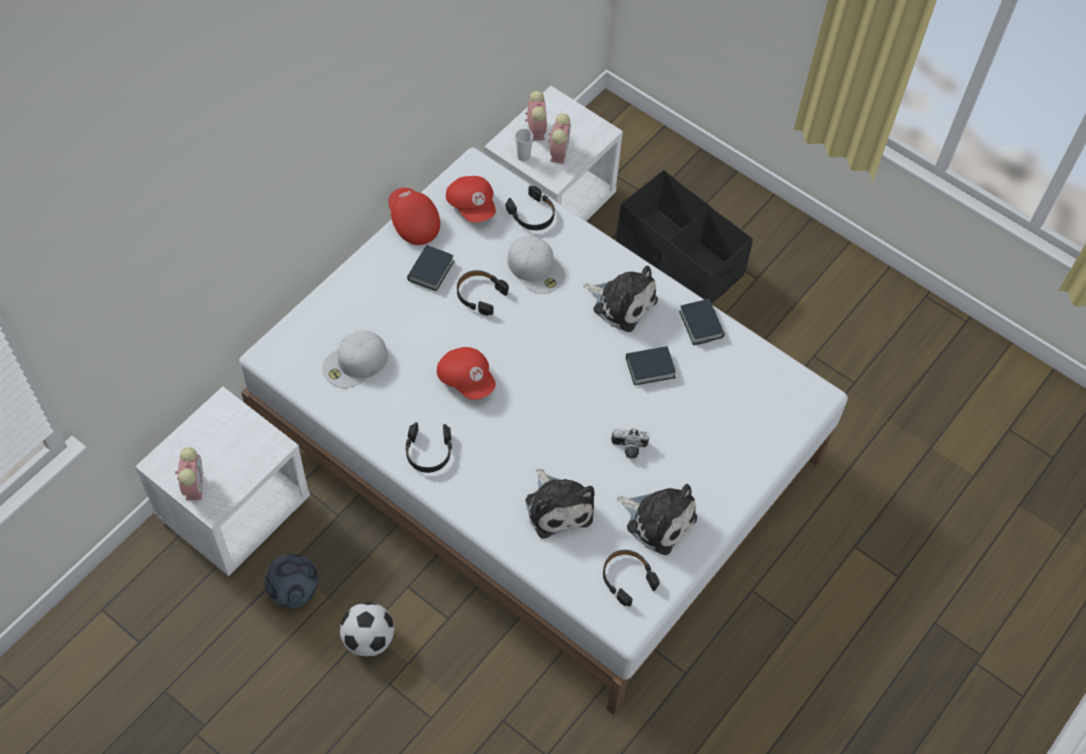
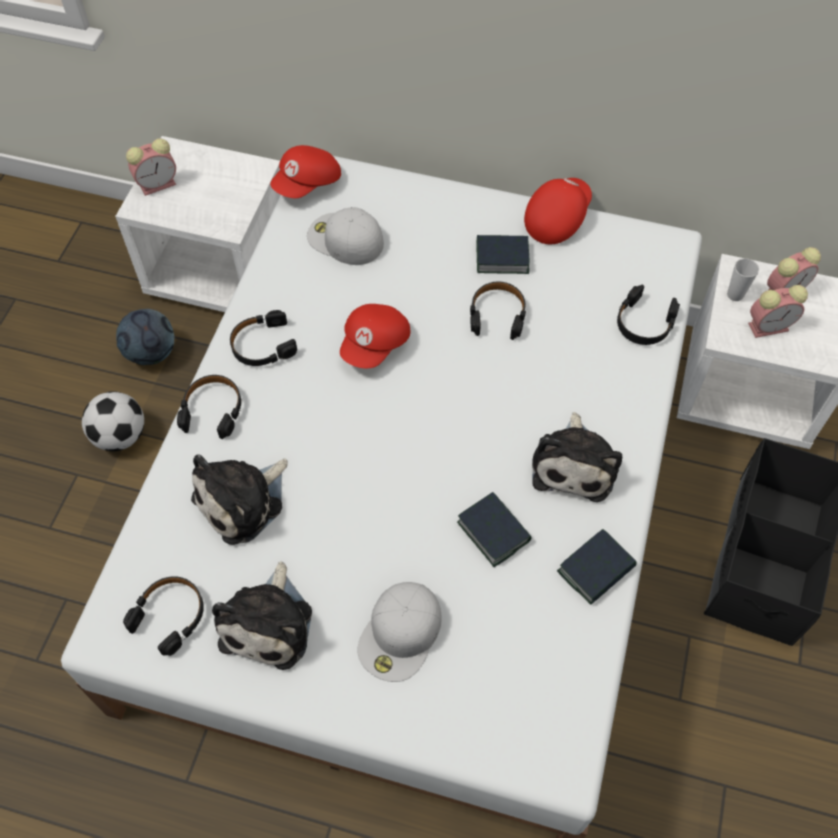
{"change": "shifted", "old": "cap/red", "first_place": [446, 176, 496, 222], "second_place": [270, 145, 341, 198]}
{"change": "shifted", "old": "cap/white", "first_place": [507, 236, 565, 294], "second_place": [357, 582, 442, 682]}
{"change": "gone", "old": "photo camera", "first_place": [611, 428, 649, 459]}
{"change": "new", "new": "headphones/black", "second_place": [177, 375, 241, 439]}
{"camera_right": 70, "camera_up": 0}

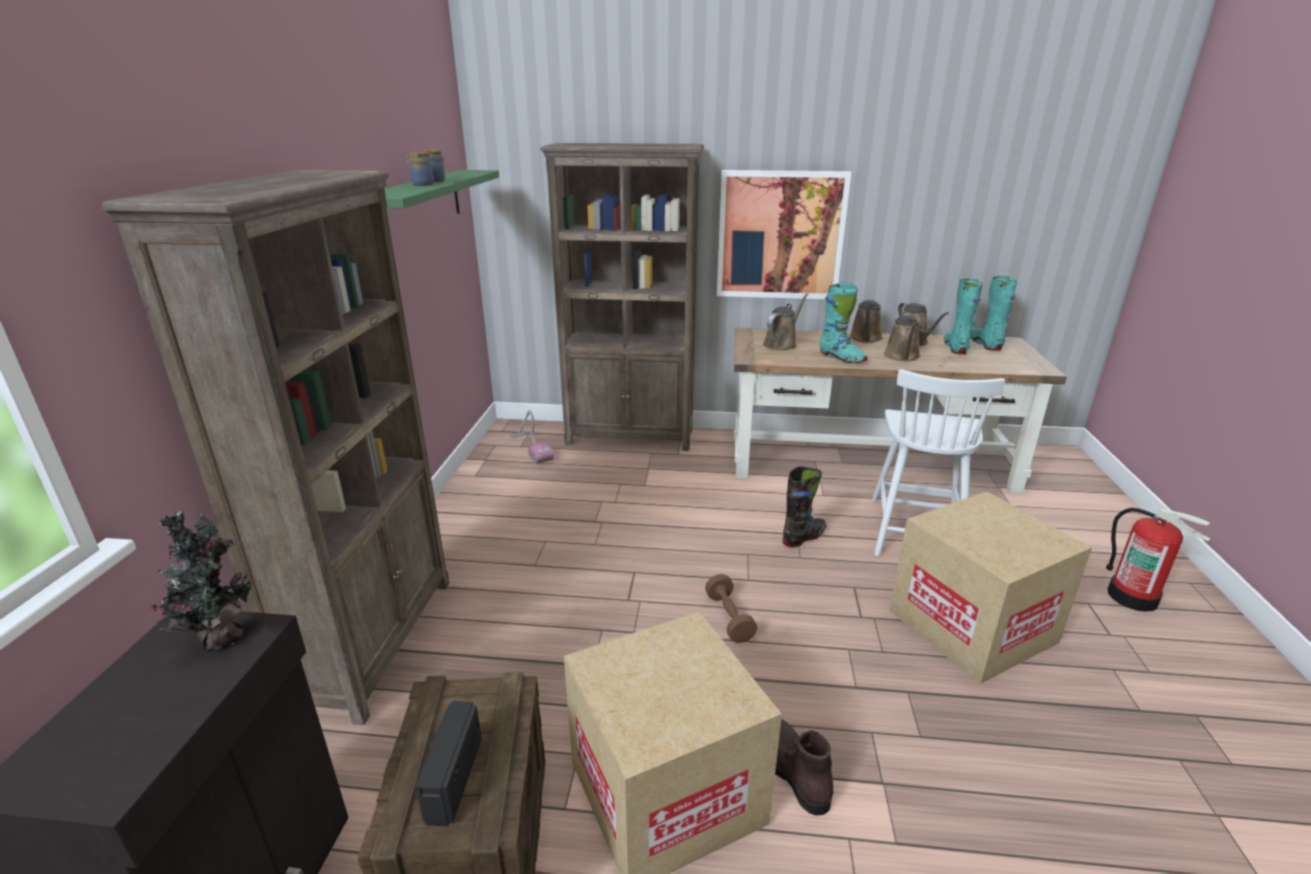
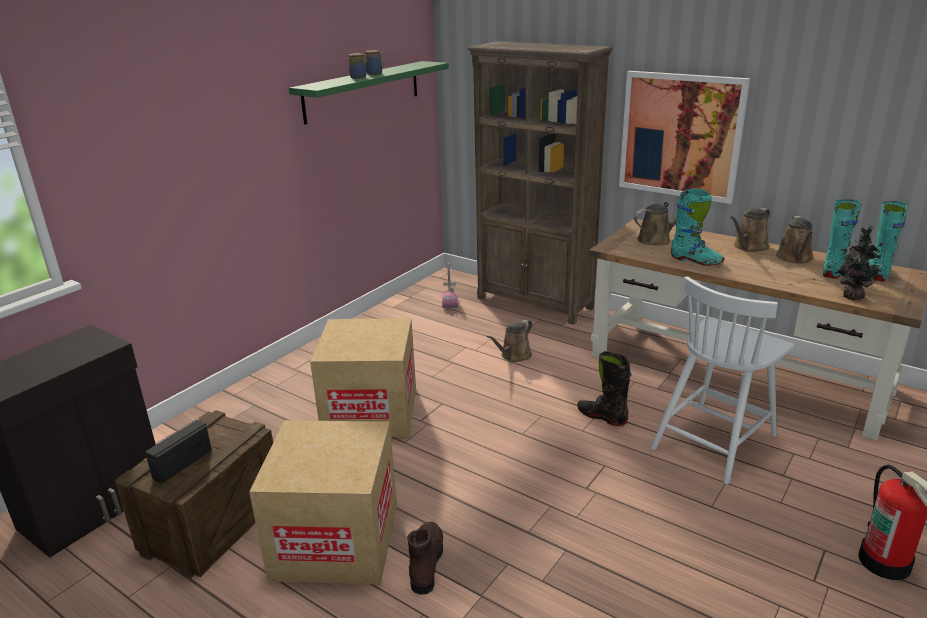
{"change": "gone", "old": "bookcase/brown", "first_place": [102, 170, 449, 725]}
{"change": "rotated", "old": "boot/turquoise", "first_place": [820, 283, 867, 363], "second_place": [671, 189, 725, 266], "degrees": -45}
{"change": "shifted", "old": "watering can/brown", "first_place": [884, 314, 921, 361], "second_place": [487, 319, 532, 362]}
{"change": "rotated", "old": "boot/black", "first_place": [783, 466, 826, 547], "second_place": [577, 351, 632, 426], "degrees": -135}
{"change": "shifted", "old": "cardboard box", "first_place": [889, 491, 1092, 684], "second_place": [310, 318, 416, 437]}
{"change": "shifted", "old": "potted plant", "first_place": [151, 510, 253, 651], "second_place": [834, 226, 883, 300]}
{"change": "gone", "old": "dumbbell/brown", "first_place": [705, 574, 757, 643]}
{"camera_right": 30, "camera_up": 0}

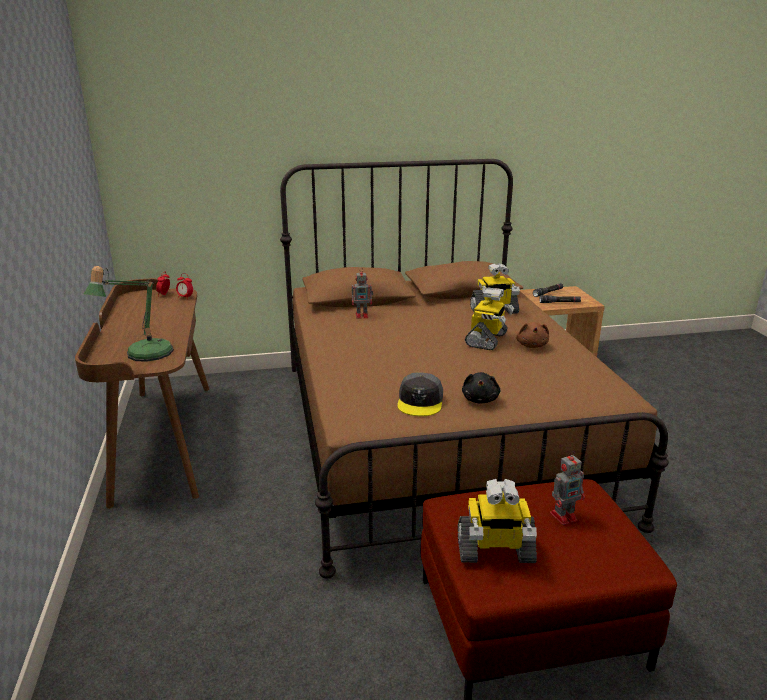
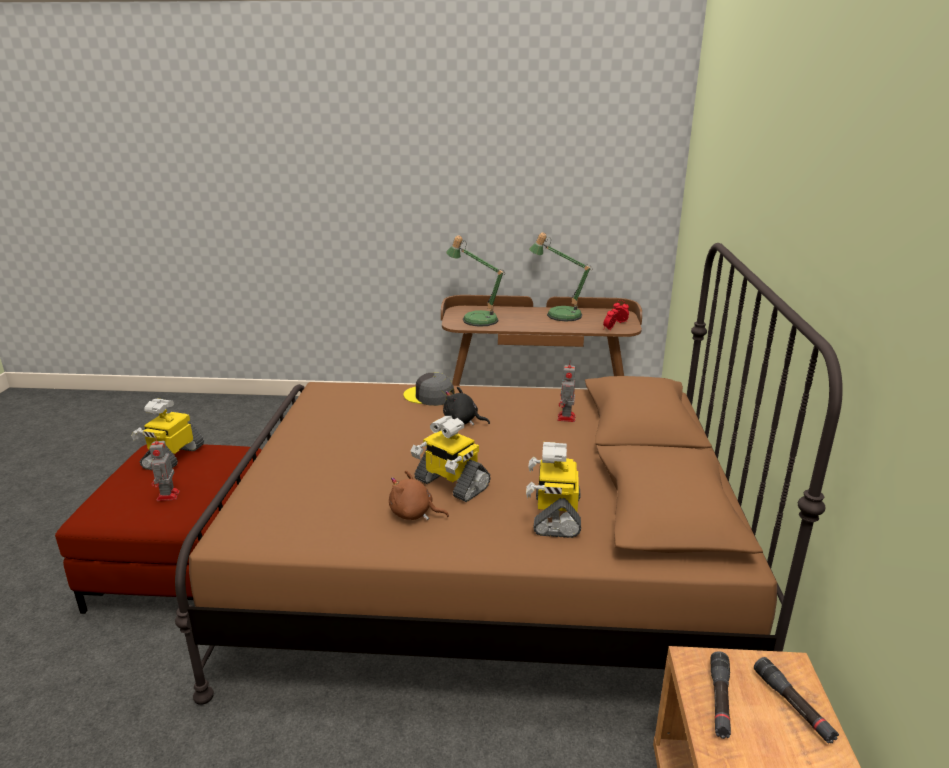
{"change": "shifted", "old": "plush toy/black", "first_place": [462, 372, 500, 404], "second_place": [443, 387, 490, 426]}
{"change": "shifted", "old": "cap/grey", "first_place": [397, 373, 443, 416], "second_place": [404, 373, 455, 406]}
{"change": "new", "new": "table lamp", "second_place": [529, 232, 590, 322]}
{"camera_right": 105, "camera_up": 0}

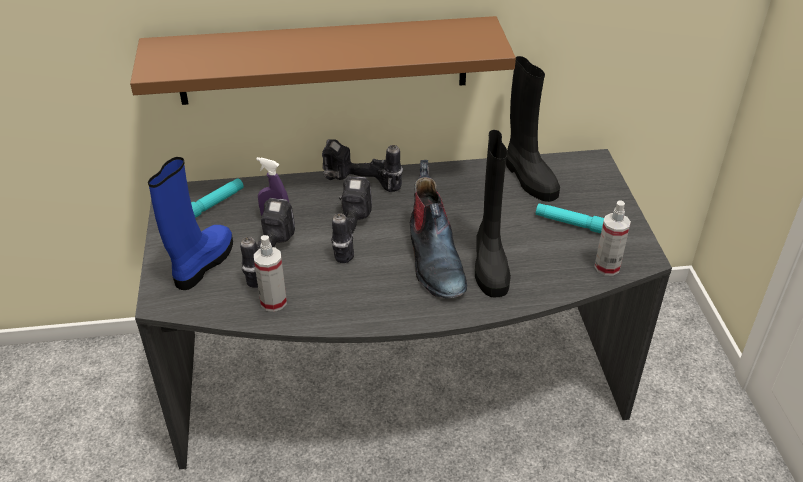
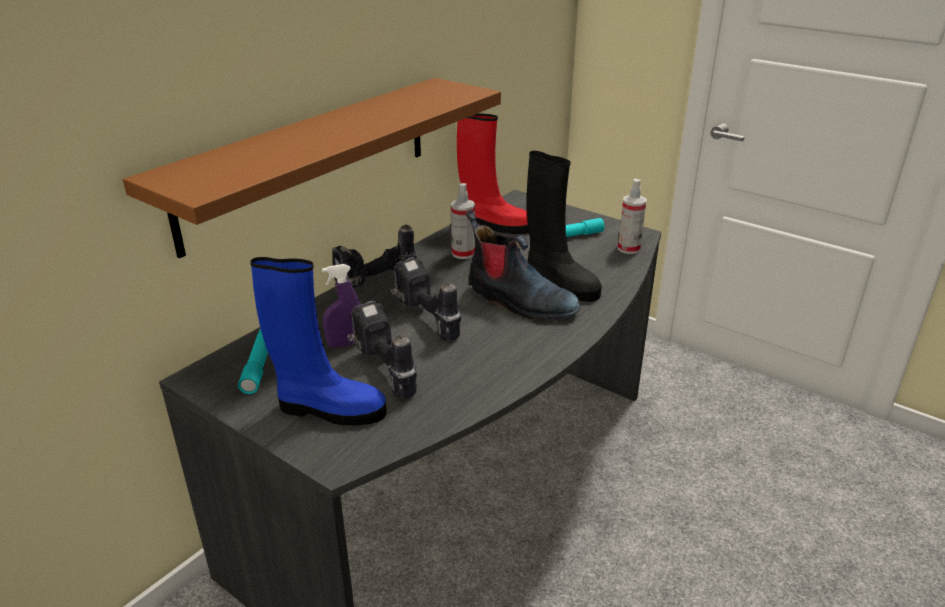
{"change": "repainted", "old": "boot/black", "new": "boot/red", "first_place": [506, 56, 560, 202], "second_place": [457, 114, 529, 234]}
{"change": "rotated", "old": "boot/blue", "first_place": [148, 157, 233, 290], "second_place": [250, 257, 387, 426], "degrees": 120}
{"change": "shifted", "old": "spray bottle", "first_place": [254, 235, 287, 312], "second_place": [451, 183, 475, 259]}
{"camera_right": -45, "camera_up": -10}

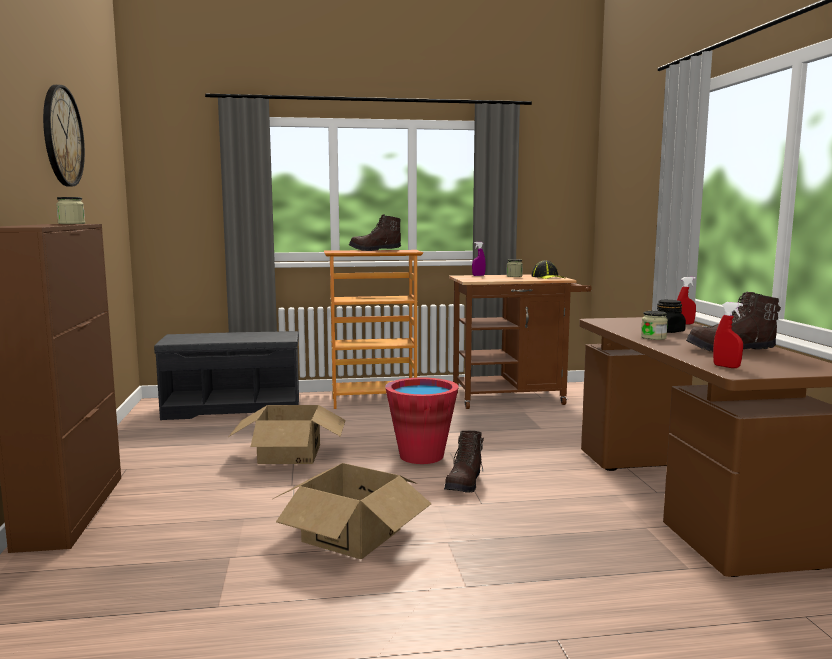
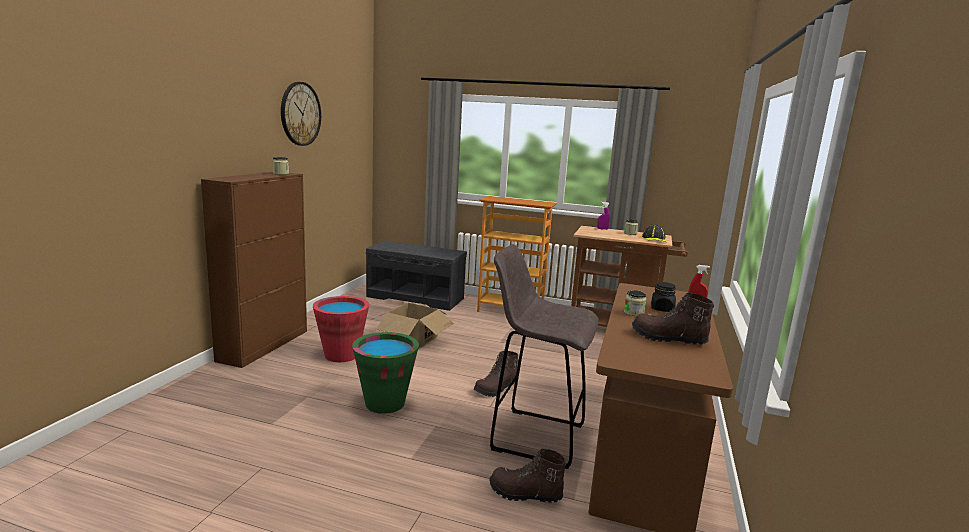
{"change": "shifted", "old": "boot/brown", "first_place": [349, 214, 401, 251], "second_place": [490, 448, 566, 503]}
{"change": "gone", "old": "spray bottle/red", "first_place": [713, 302, 743, 368]}
{"change": "shifted", "old": "bucket/red", "first_place": [385, 378, 459, 464], "second_place": [313, 296, 369, 362]}
{"change": "swapped", "old": "cardboard box", "new": "bucket/green", "first_place": [273, 463, 431, 559], "second_place": [352, 332, 419, 414]}
{"change": "new", "new": "stool/grey", "second_place": [490, 244, 599, 469]}
{"camera_right": 25, "camera_up": 5}

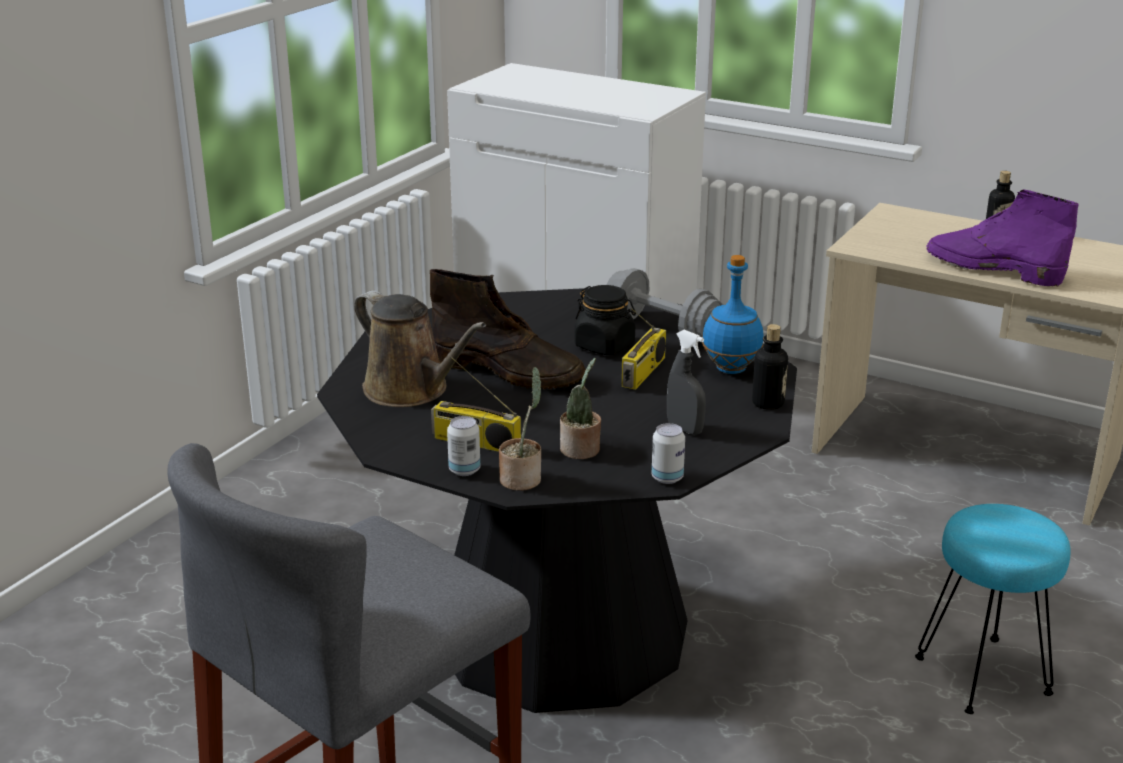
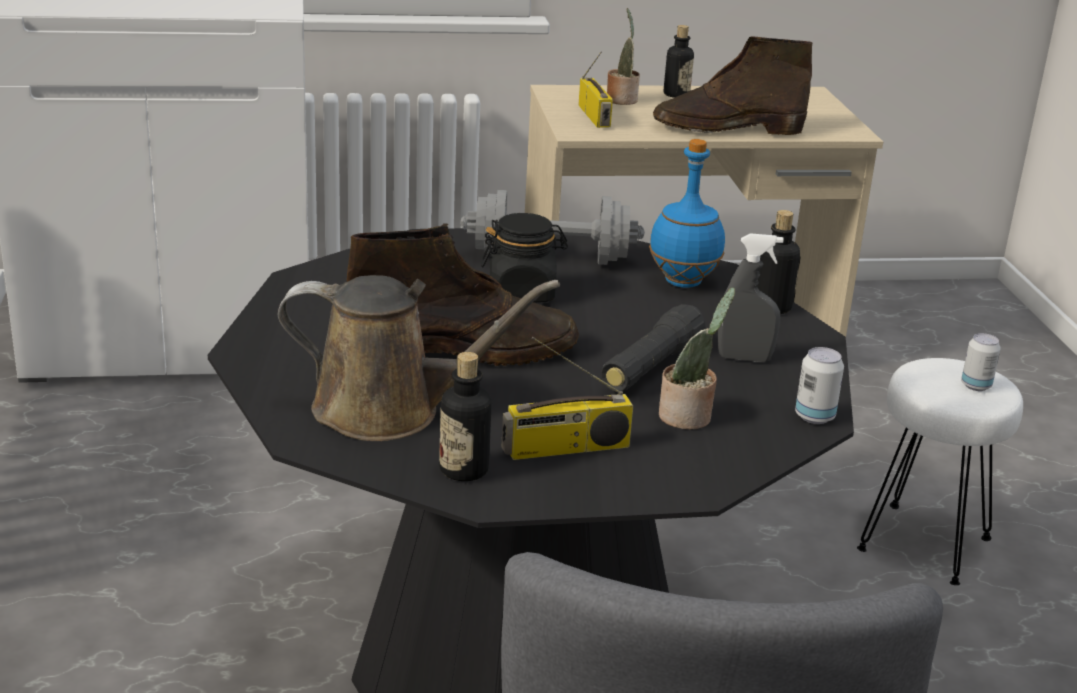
{"change": "repainted", "old": "boot/purple", "new": "boot/brown", "first_place": [926, 190, 1079, 287], "second_place": [653, 37, 812, 135]}
{"change": "shifted", "old": "radio", "first_place": [621, 307, 666, 390], "second_place": [578, 51, 613, 128]}
{"change": "shifted", "old": "potted plant", "first_place": [499, 367, 542, 491], "second_place": [607, 8, 640, 105]}
{"change": "shifted", "old": "can", "first_place": [447, 416, 480, 476], "second_place": [961, 333, 1001, 391]}
{"change": "repainted", "old": "stool/turquoise", "new": "stool/white", "first_place": [915, 504, 1070, 714], "second_place": [857, 358, 1023, 585]}
{"change": "new", "new": "flashlight/black", "second_place": [601, 304, 706, 392]}
{"change": "new", "new": "bottle", "second_place": [439, 352, 492, 481]}
{"camera_right": -40, "camera_up": 0}

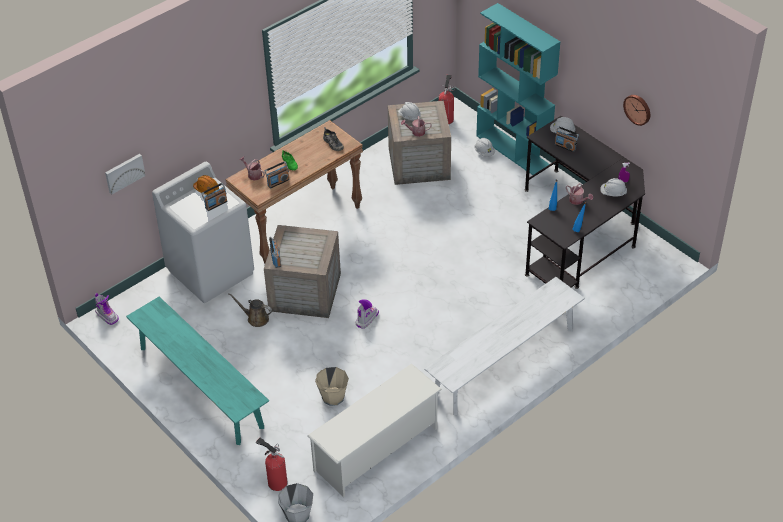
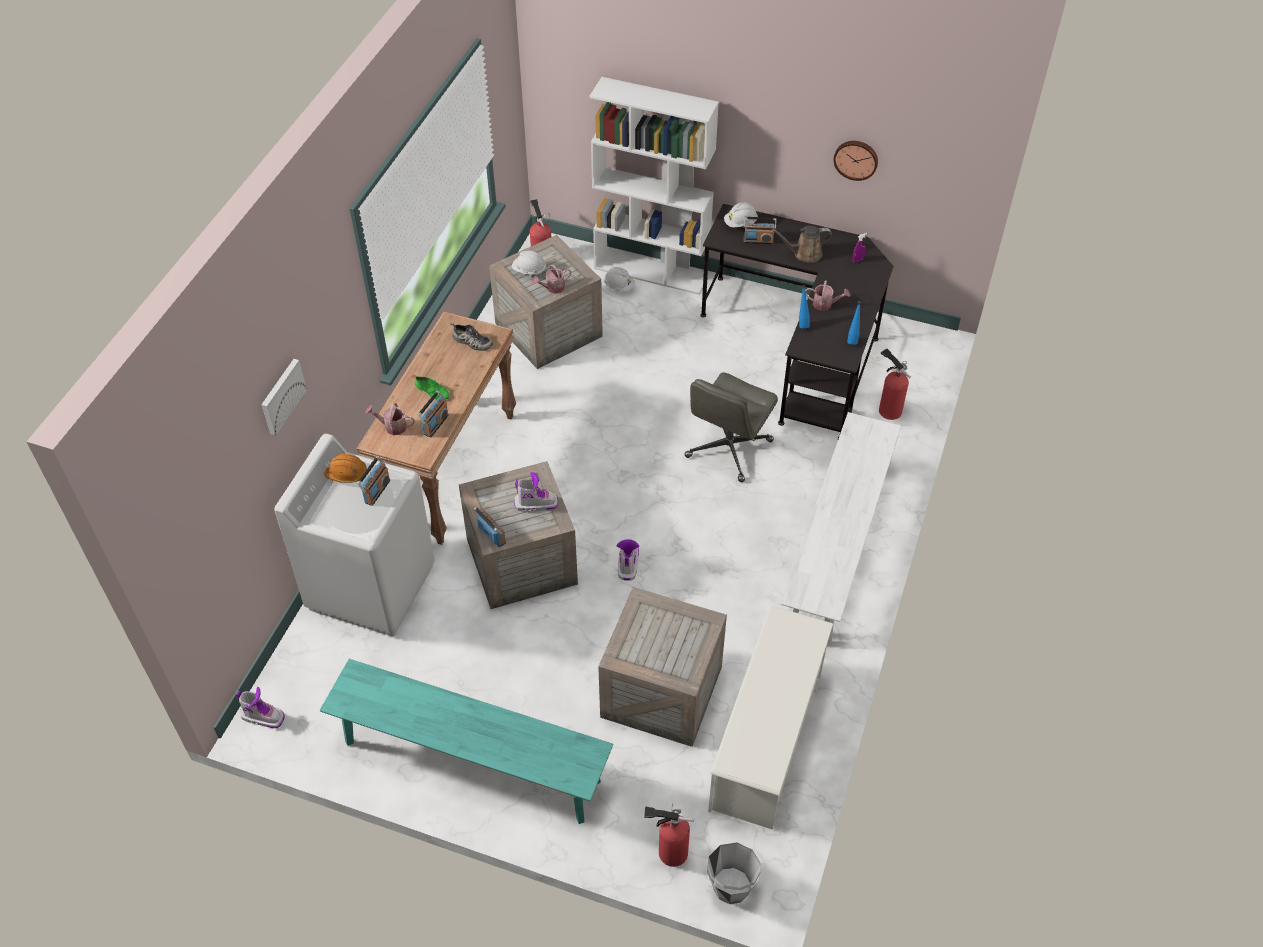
{"change": "repainted", "old": "bookcase/turquoise", "new": "bookcase/white", "first_place": [476, 3, 560, 175], "second_place": [589, 77, 719, 295]}
{"change": "shifted", "old": "picture", "first_place": [105, 154, 146, 195], "second_place": [261, 359, 307, 436]}
{"change": "gone", "old": "hard hat/white", "first_place": [600, 178, 627, 196]}
{"change": "shifted", "old": "watering can/brown", "first_place": [228, 293, 272, 327], "second_place": [772, 226, 832, 263]}
{"change": "swapped", "old": "bucket/beige", "new": "crate", "first_place": [315, 367, 349, 406], "second_place": [598, 587, 727, 747]}
{"change": "new", "new": "fire extinguisher", "second_place": [879, 349, 911, 420]}
{"change": "new", "new": "office chair/grey", "second_place": [685, 372, 778, 482]}
{"change": "new", "new": "boot", "second_place": [514, 472, 558, 512]}
{"camera_right": -30, "camera_up": 5}

